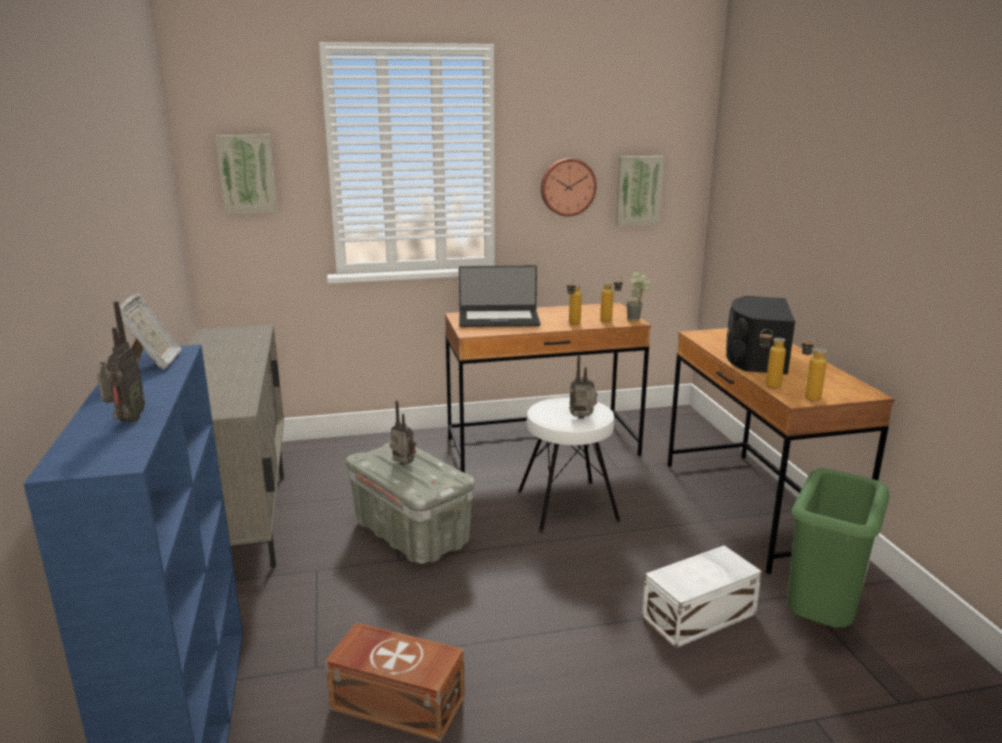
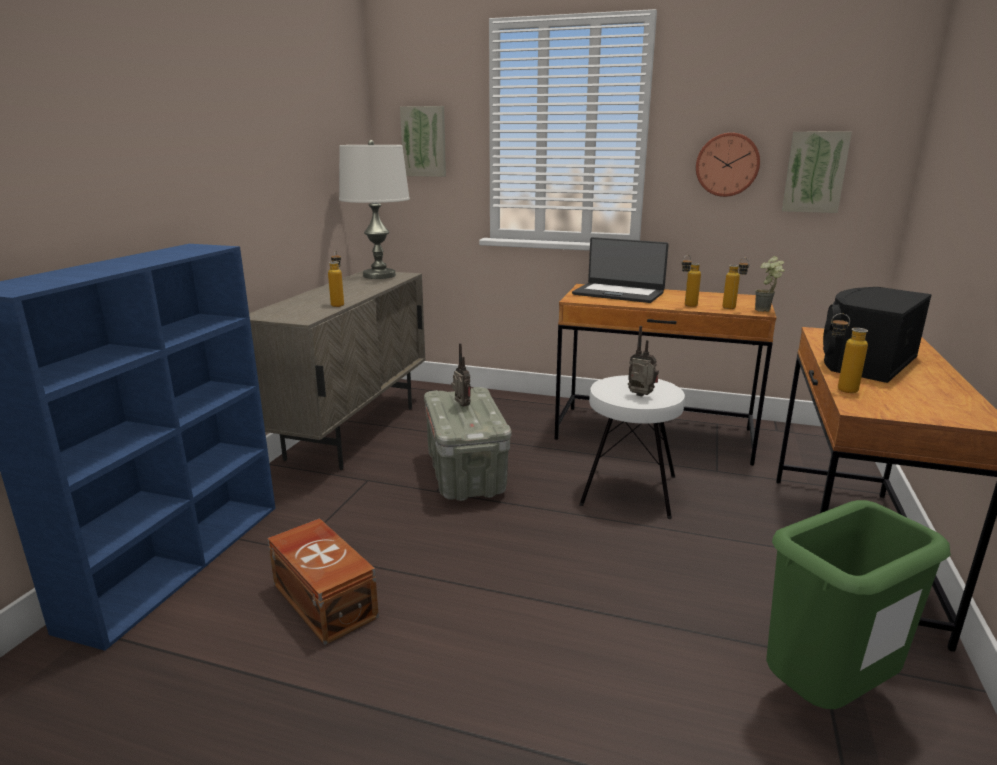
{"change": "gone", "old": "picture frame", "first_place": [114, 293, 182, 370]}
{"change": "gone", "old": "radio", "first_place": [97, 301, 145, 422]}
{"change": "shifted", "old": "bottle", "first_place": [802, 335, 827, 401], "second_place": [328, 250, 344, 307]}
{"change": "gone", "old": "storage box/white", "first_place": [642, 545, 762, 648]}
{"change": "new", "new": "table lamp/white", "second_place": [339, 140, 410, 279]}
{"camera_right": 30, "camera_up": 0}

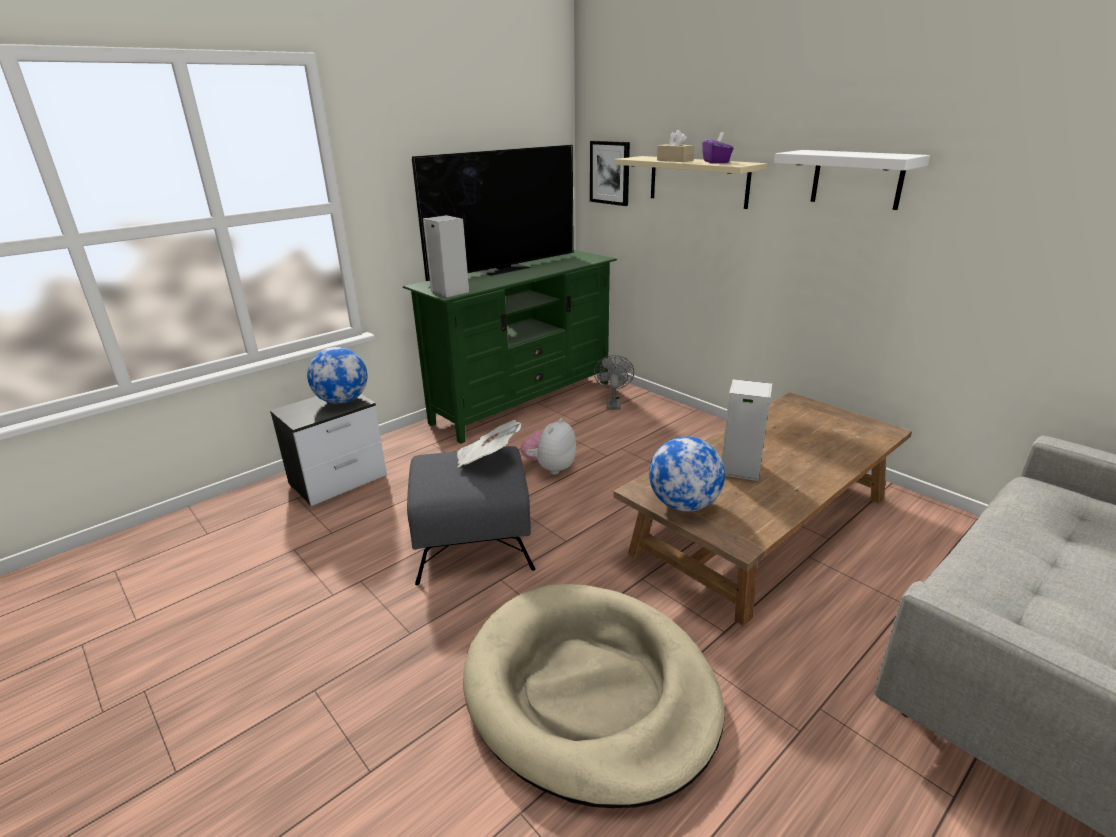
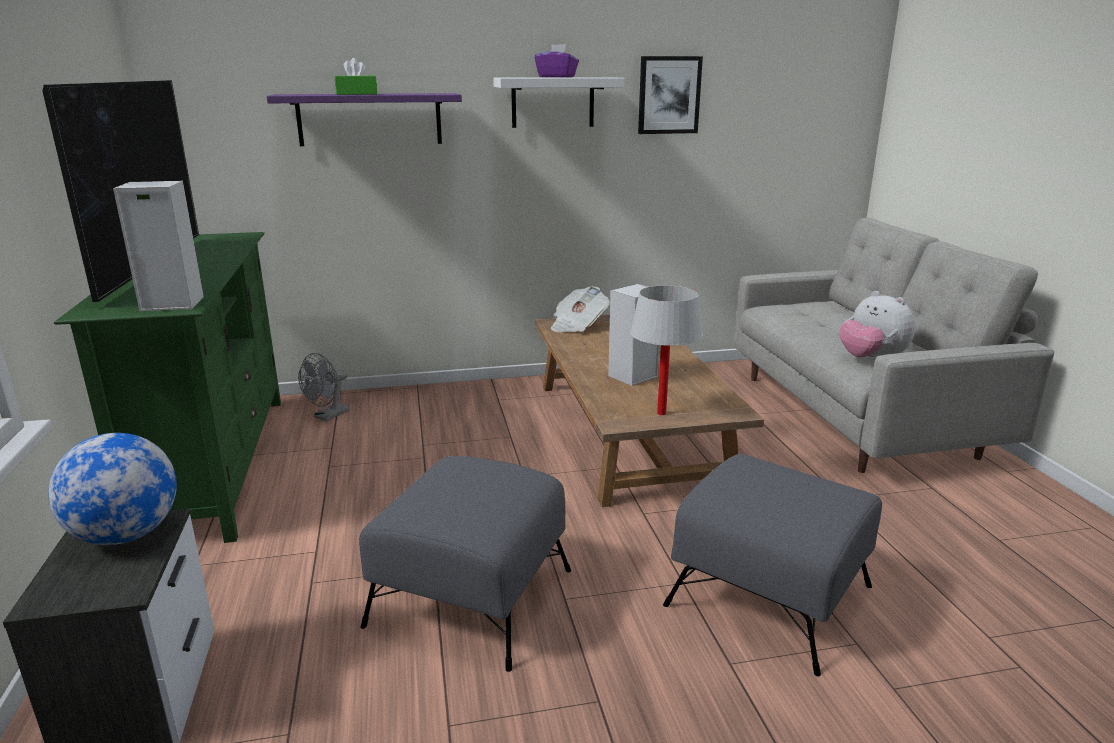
{"change": "repainted", "old": "tissue box/beige", "new": "tissue box/green", "first_place": [657, 130, 695, 162], "second_place": [335, 58, 377, 95]}
{"change": "shifted", "old": "tissue box/purple", "first_place": [702, 132, 734, 163], "second_place": [535, 44, 579, 77]}
{"change": "shifted", "old": "picture", "first_place": [590, 141, 630, 206], "second_place": [638, 56, 703, 134]}
{"change": "repainted", "old": "shelf/beige", "new": "shelf/purple", "first_place": [615, 156, 767, 209], "second_place": [267, 93, 462, 146]}
{"change": "rotated", "old": "fan/grey", "first_place": [594, 355, 634, 410], "second_place": [298, 353, 350, 421], "degrees": -90}
{"change": "shifted", "old": "plush toy", "first_place": [521, 418, 576, 475], "second_place": [839, 291, 915, 357]}
{"change": "shifted", "old": "newspaper", "first_place": [457, 420, 521, 467], "second_place": [551, 286, 609, 332]}
{"change": "swapped", "old": "globe", "new": "table lamp/white", "first_place": [649, 437, 725, 512], "second_place": [630, 285, 703, 415]}
{"change": "swapped", "old": "dog bed/beige", "new": "ottoman/grey", "first_place": [463, 584, 725, 808], "second_place": [663, 454, 882, 676]}
{"camera_right": -60, "camera_up": -5}

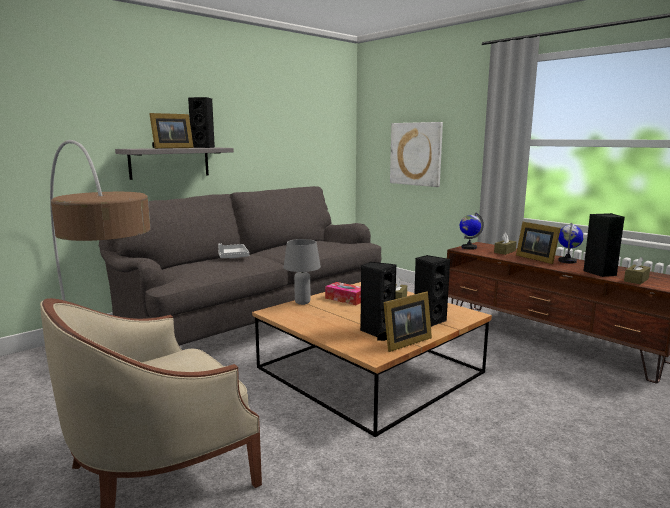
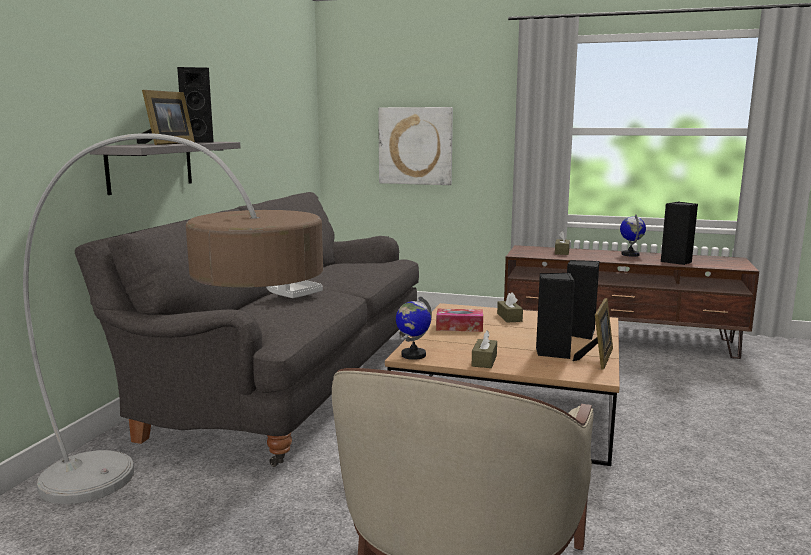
{"change": "shifted", "old": "globe", "first_place": [460, 212, 484, 250], "second_place": [396, 296, 432, 360]}
{"change": "gone", "old": "picture frame", "first_place": [516, 222, 561, 264]}
{"change": "gone", "old": "table lamp/grey", "first_place": [284, 239, 321, 305]}
{"change": "shifted", "old": "tissue box/brown", "first_place": [624, 257, 651, 284], "second_place": [472, 331, 497, 368]}
{"camera_right": -30, "camera_up": 0}

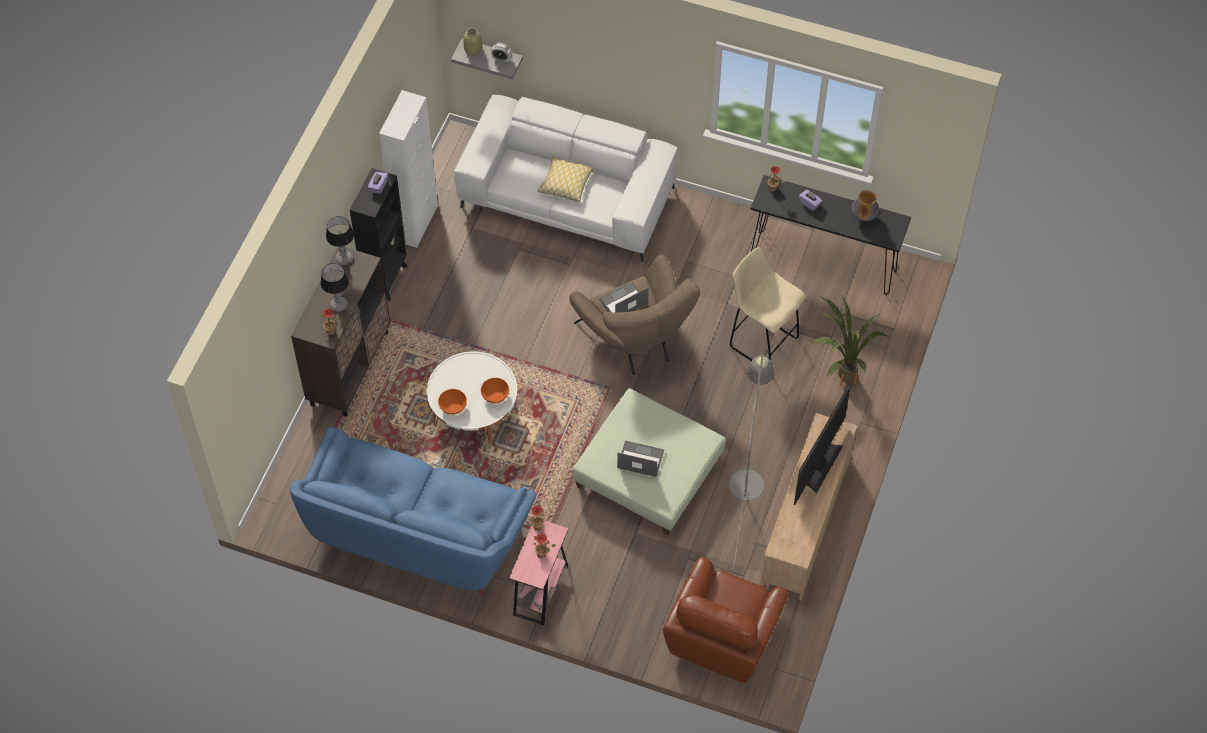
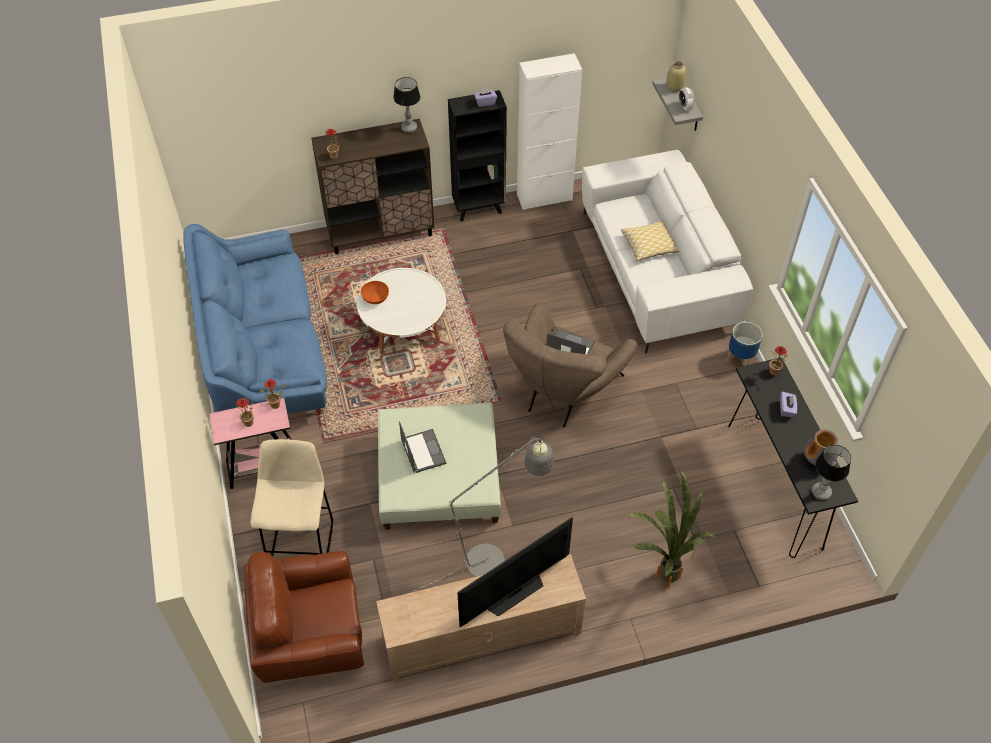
{"change": "shifted", "old": "stool/beige", "first_place": [729, 247, 806, 361], "second_place": [251, 439, 334, 556]}
{"change": "shifted", "old": "table lamp", "first_place": [320, 263, 349, 312], "second_place": [812, 445, 851, 500]}
{"change": "gone", "old": "bowl/orange", "first_place": [481, 378, 509, 403]}
{"change": "rotated", "old": "television", "first_place": [794, 385, 851, 505], "second_place": [457, 517, 573, 627], "degrees": 150}
{"change": "new", "new": "planter", "second_place": [727, 322, 763, 366]}
{"camera_right": 55, "camera_up": -5}

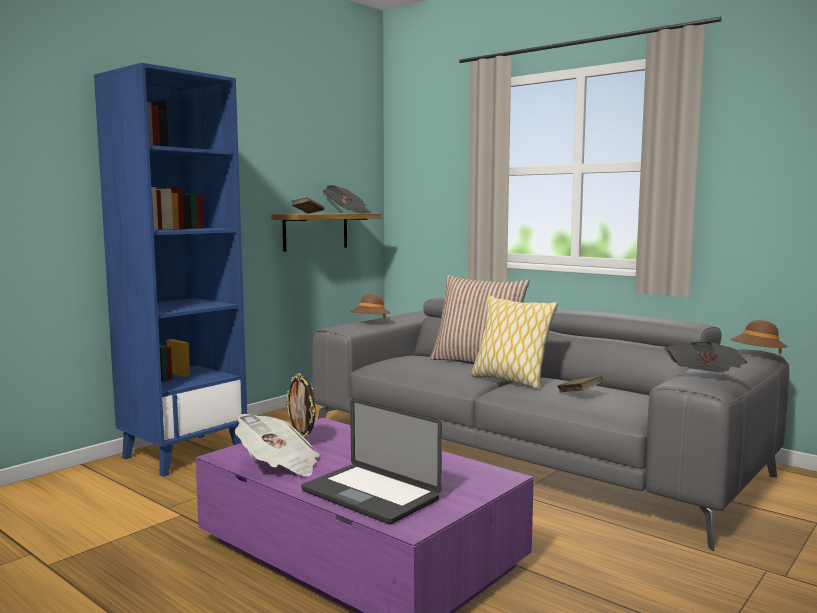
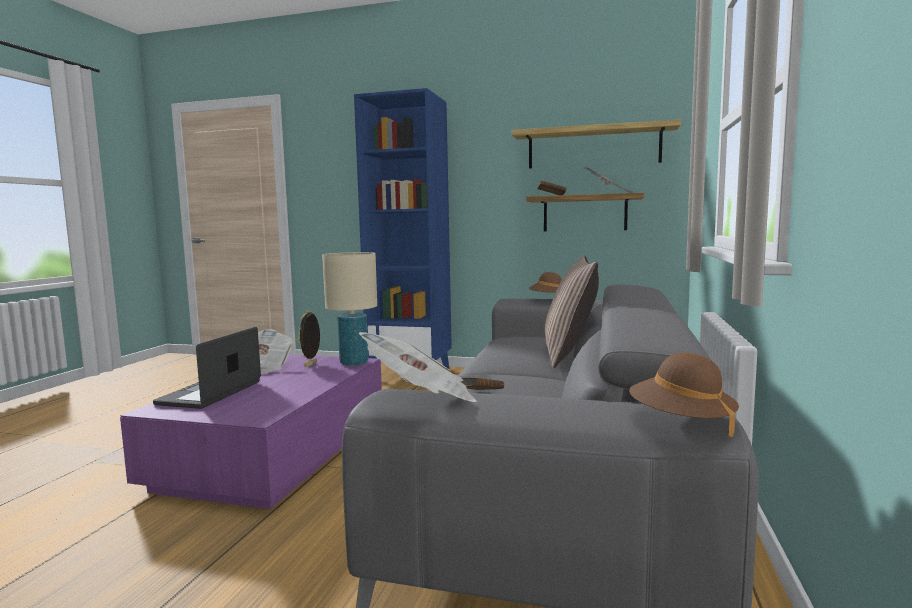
{"change": "gone", "old": "pillow", "first_place": [471, 296, 558, 390]}
{"change": "new", "new": "shelf", "second_place": [512, 119, 681, 169]}
{"change": "new", "new": "table lamp/beige", "second_place": [322, 252, 377, 366]}
{"camera_right": 65, "camera_up": 0}

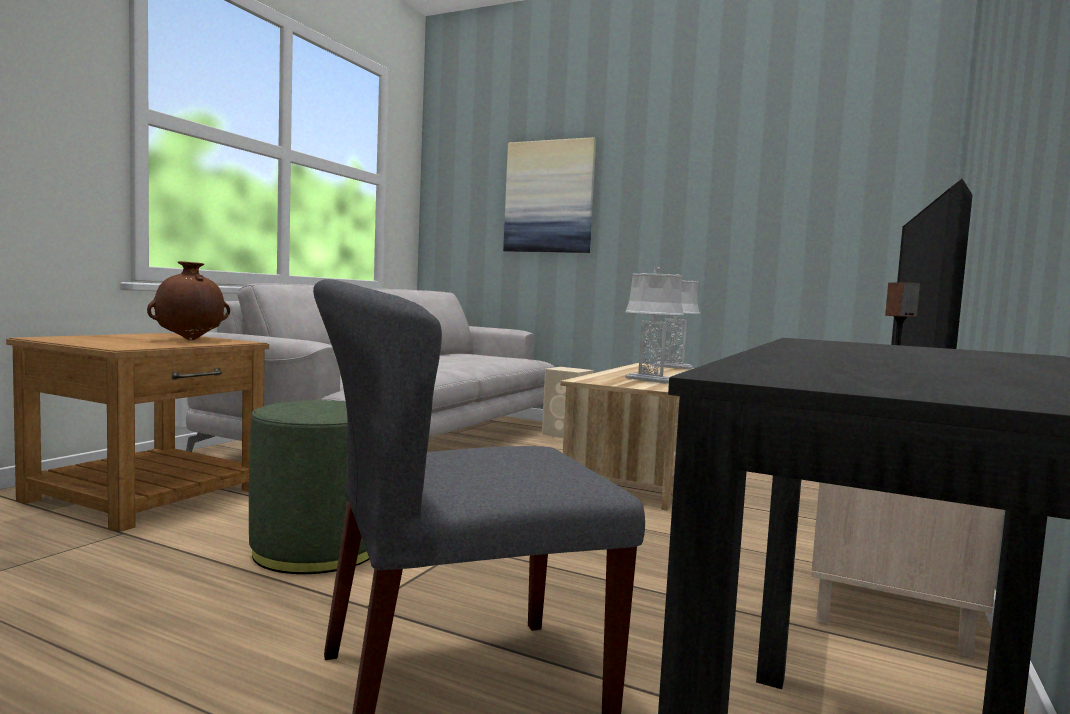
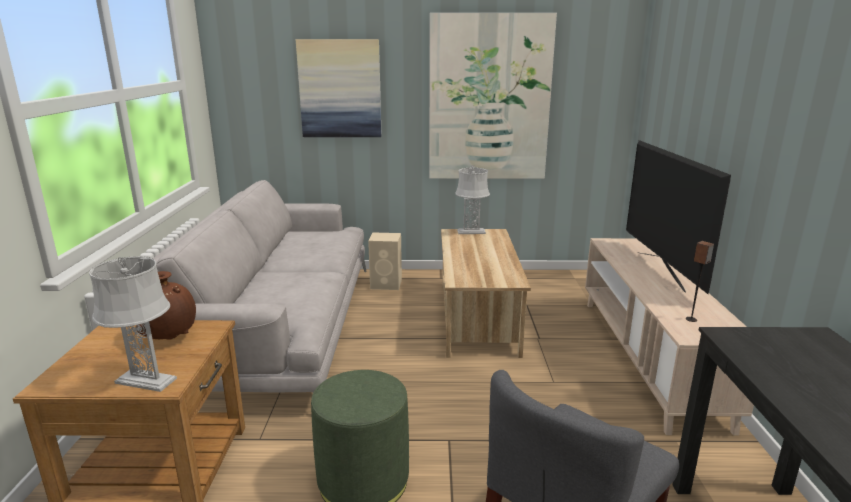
{"change": "shifted", "old": "table lamp/grey", "first_place": [625, 266, 684, 383], "second_place": [89, 256, 177, 392]}
{"change": "new", "new": "picture", "second_place": [429, 13, 557, 179]}
{"camera_right": -25, "camera_up": 15}

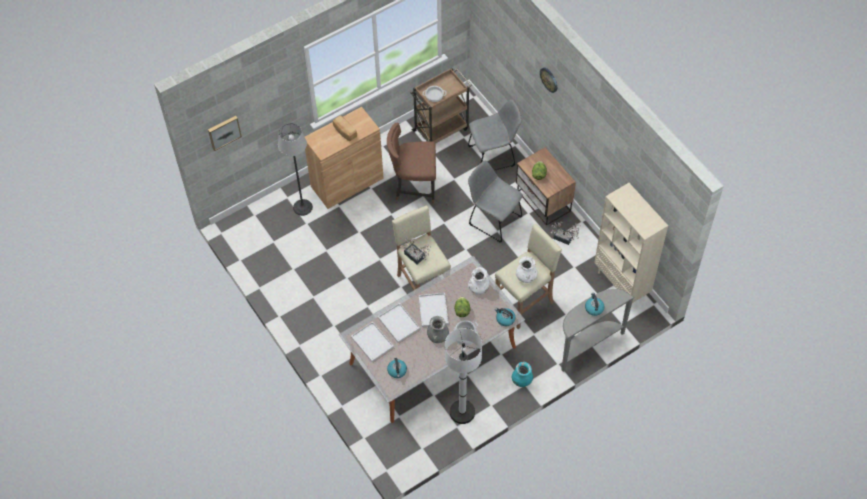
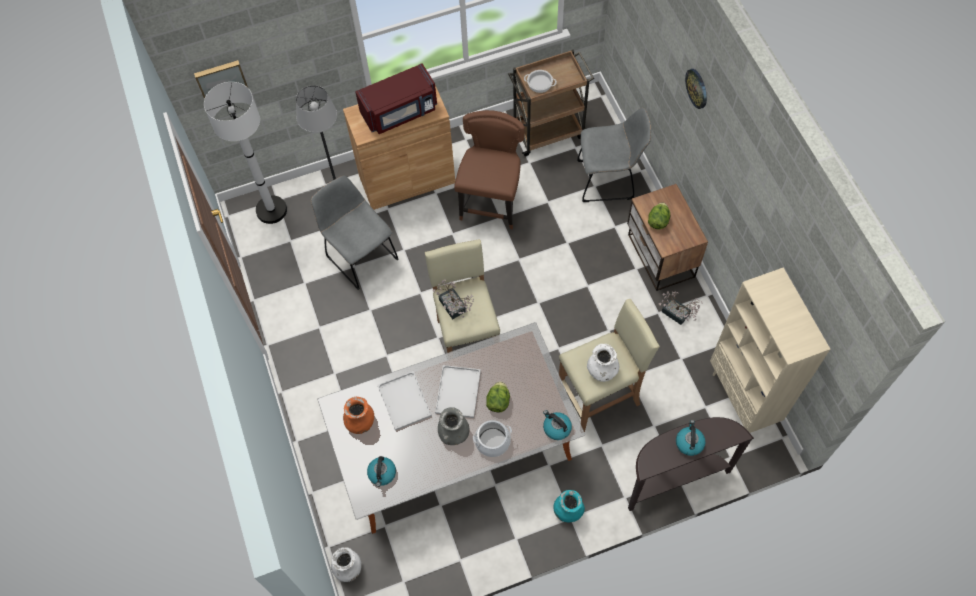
{"change": "swapped", "old": "bread", "new": "microwave/red", "first_place": [333, 115, 357, 141], "second_place": [355, 63, 437, 134]}
{"change": "rotated", "old": "chair/brown", "first_place": [387, 122, 436, 204], "second_place": [454, 110, 525, 229], "degrees": 90}
{"change": "shifted", "old": "chair/grey", "first_place": [468, 161, 523, 243], "second_place": [311, 175, 398, 290]}
{"change": "shifted", "old": "vase/white", "first_place": [468, 267, 489, 295], "second_place": [331, 547, 361, 582]}
{"change": "repainted", "old": "console table/grey", "new": "console table/brown", "first_place": [562, 289, 634, 372], "second_place": [628, 417, 754, 511]}
{"change": "swapped", "old": "tray/white", "new": "vase/orange", "first_place": [351, 321, 394, 362], "second_place": [343, 397, 374, 434]}
{"change": "shifted", "old": "floor lamp/white", "first_place": [445, 328, 482, 424], "second_place": [204, 82, 287, 224]}
{"camera_right": 15, "camera_up": 5}

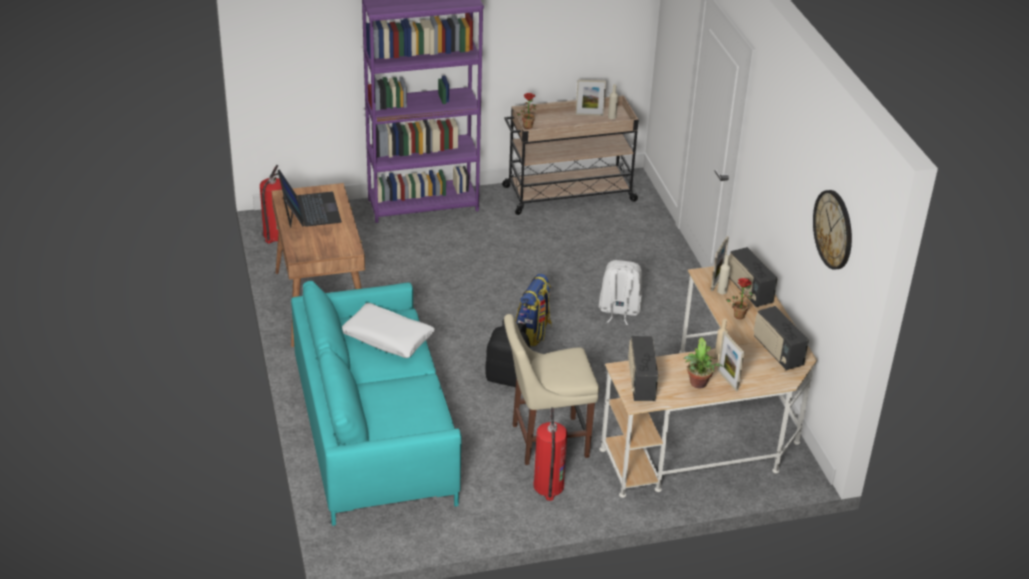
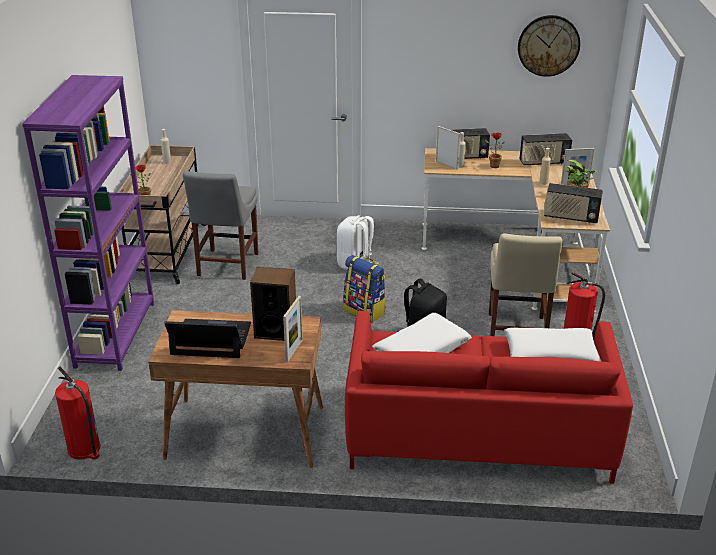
{"change": "shifted", "old": "picture frame", "first_place": [576, 80, 606, 116], "second_place": [283, 296, 303, 362]}
{"change": "repainted", "old": "sofa/turquoise", "new": "sofa/red", "first_place": [291, 281, 462, 526], "second_place": [345, 311, 633, 484]}
{"change": "new", "new": "chair/grey", "second_place": [183, 171, 258, 280]}
{"change": "new", "new": "speaker", "second_place": [250, 267, 296, 341]}
{"change": "new", "new": "pillow/white", "second_place": [504, 328, 602, 362]}
{"camera_right": -70, "camera_up": -5}

